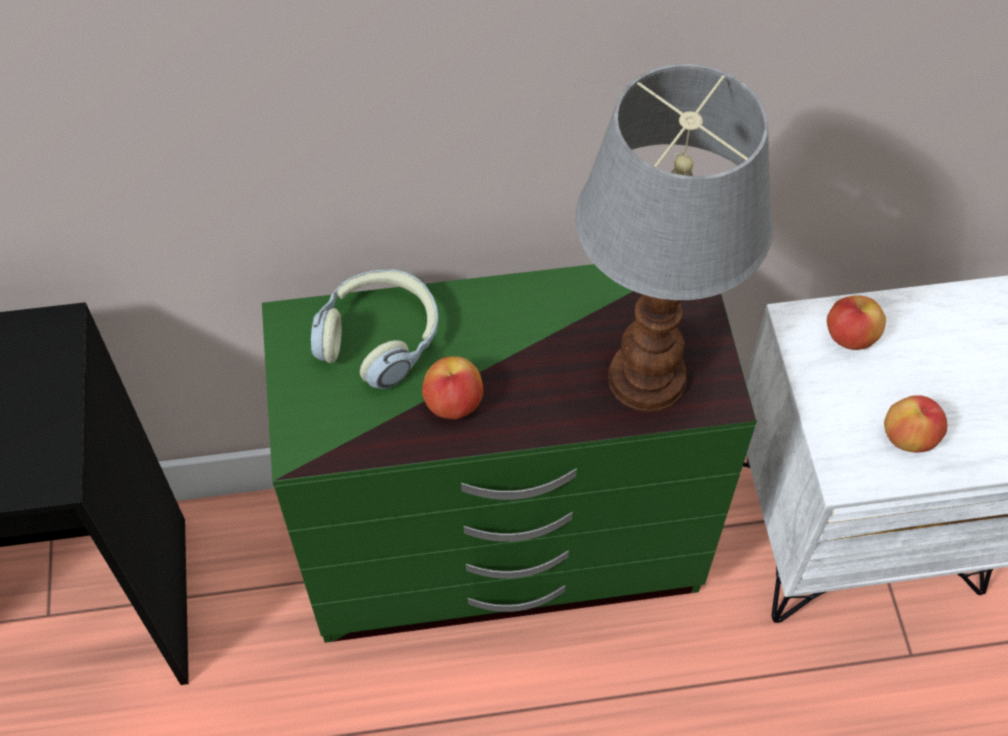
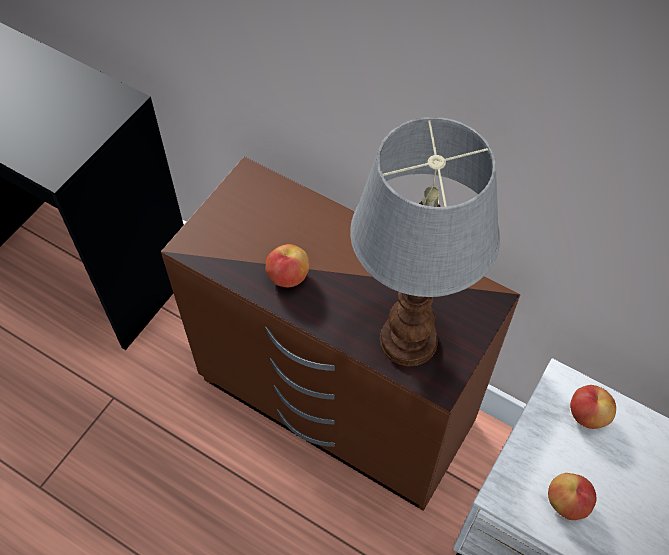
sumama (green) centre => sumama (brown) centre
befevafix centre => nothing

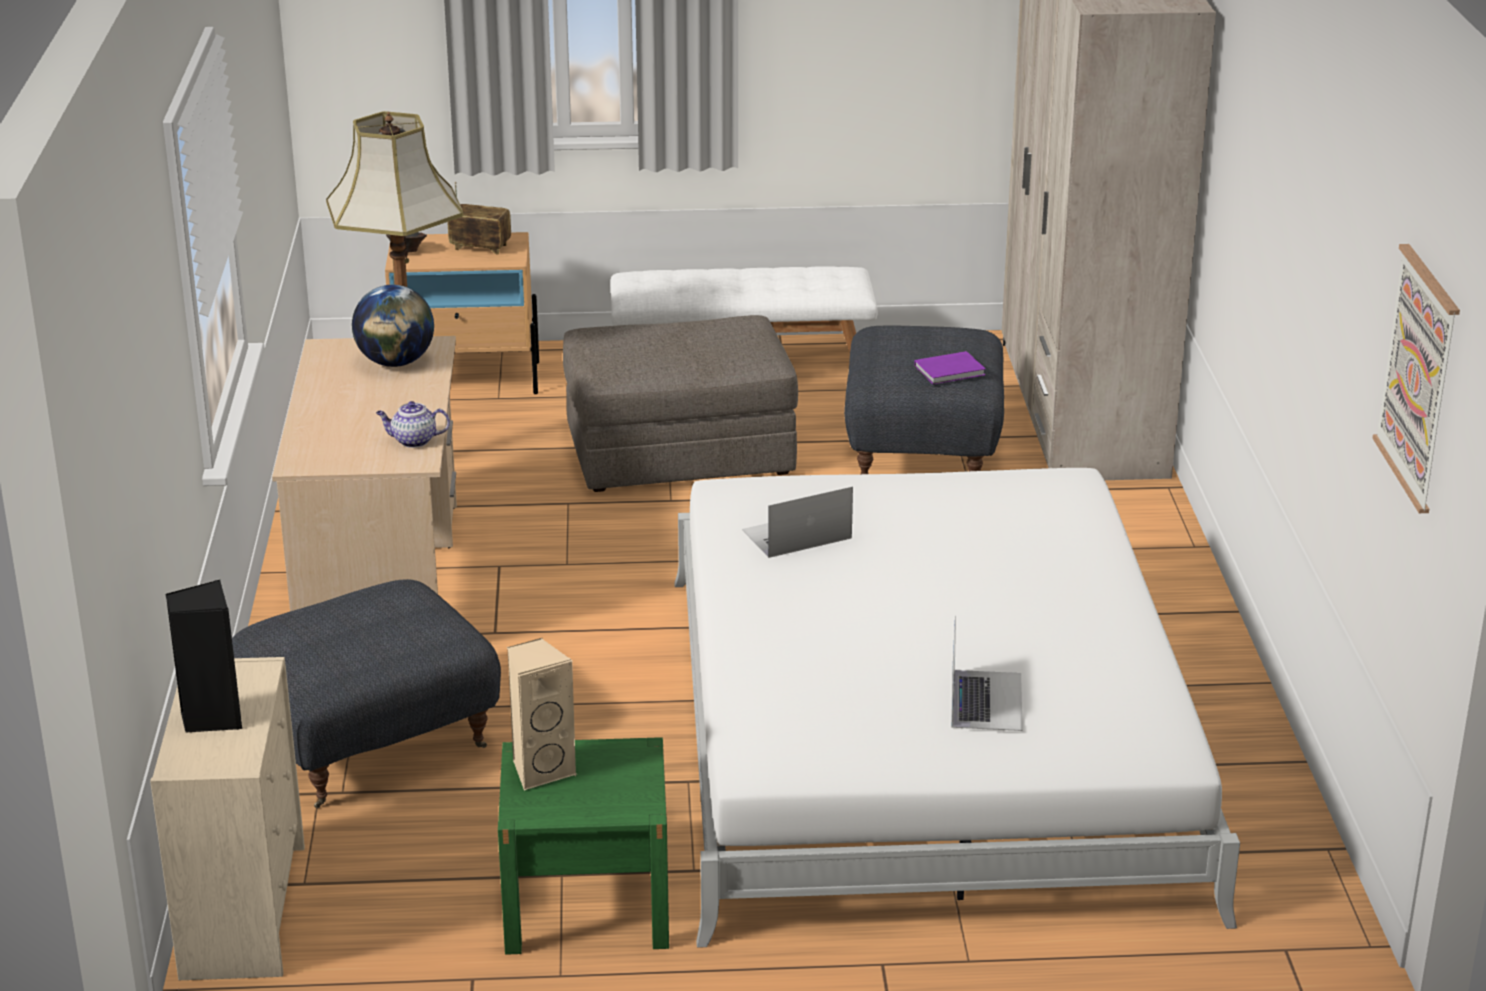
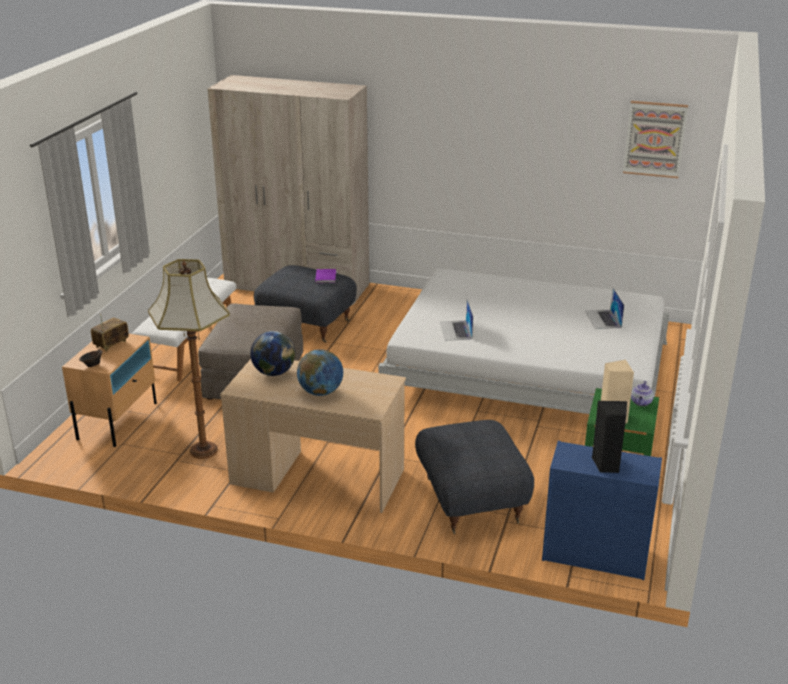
nothing => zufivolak (no. 2 from left) centre
sumama (beige) bottom left => sumama (blue) bottom right
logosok (no. 2 from left) bottom centre => logosok (no. 2 from left) middle right, 120 degrees counterclockwise
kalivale middle left => kalivale middle right, shifted

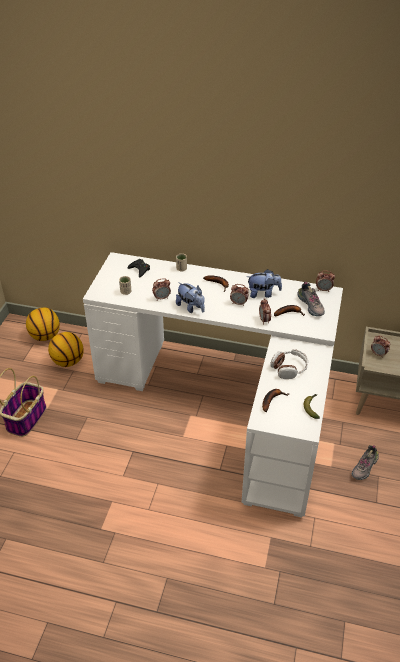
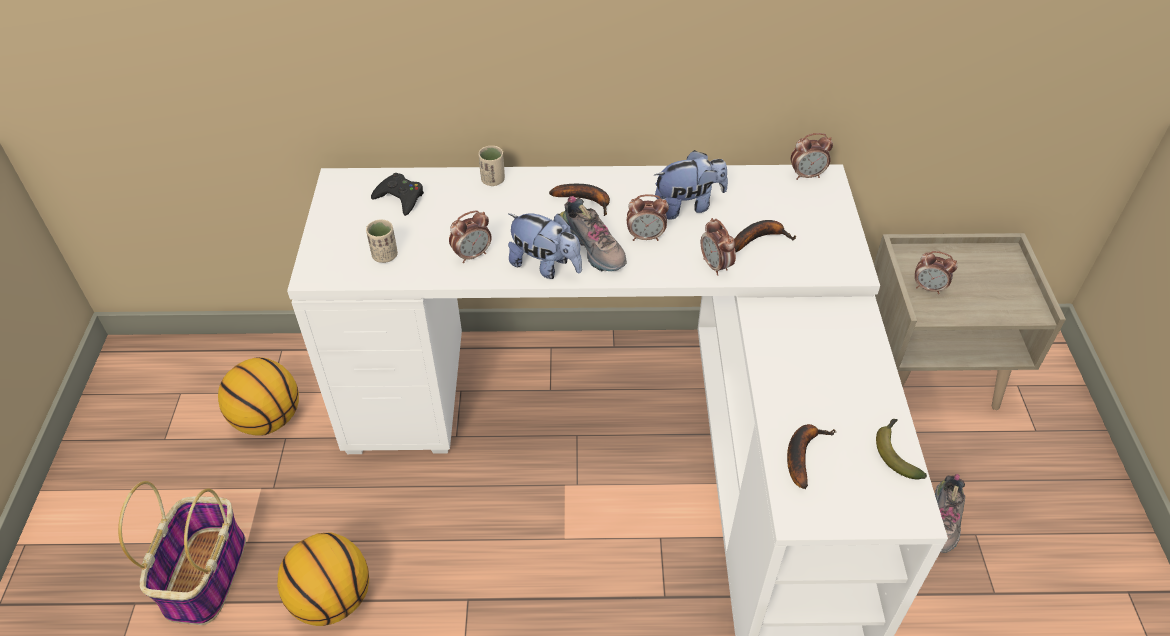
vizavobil (no. 1 from left in the first image) middle left => vizavobil (no. 2 from left) bottom left, shifted
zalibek (no. 1 from left) middle right => zalibek (no. 1 from left) centre, shifted
befevafix middle right => nothing

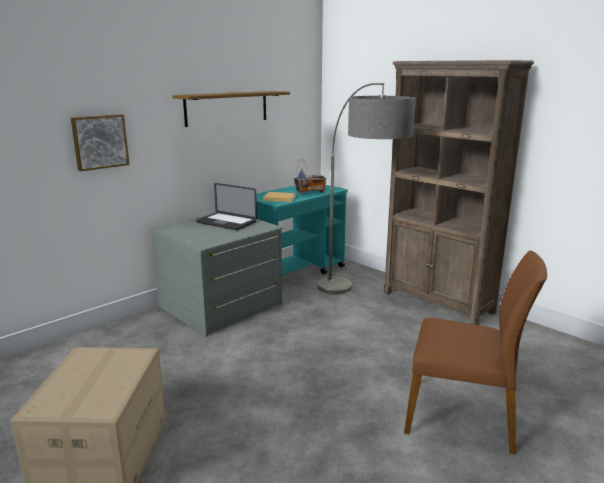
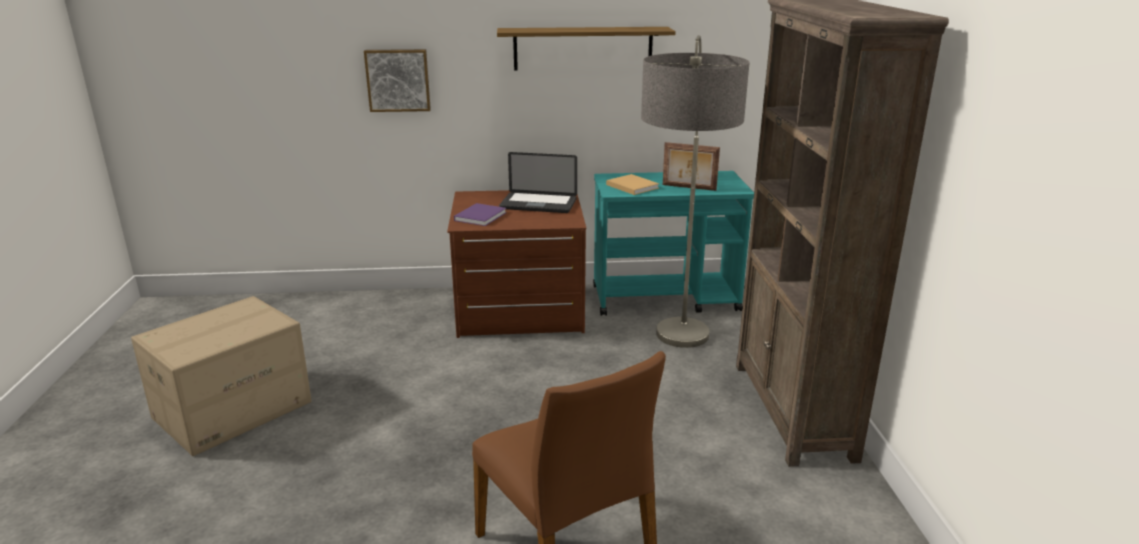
sumama (grey) centre => sumama (brown) centre
nothing => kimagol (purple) centre
logosok centre, 60 degrees counterclockwise
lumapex centre => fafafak top centre

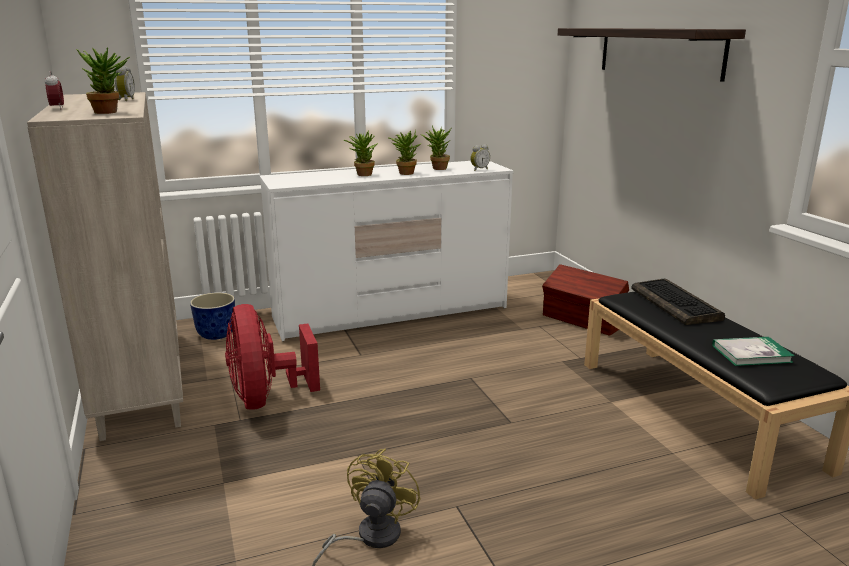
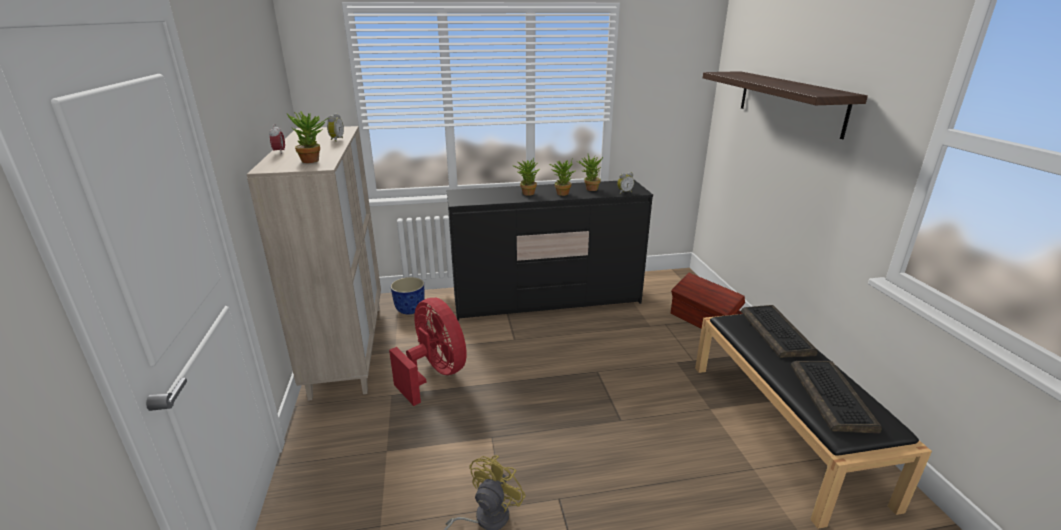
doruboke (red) middle left => doruboke (red) centre, 150 degrees clockwise
sumama (white) centre => sumama (black) centre
kimagol middle right => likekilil (no. 2 from left) bottom right

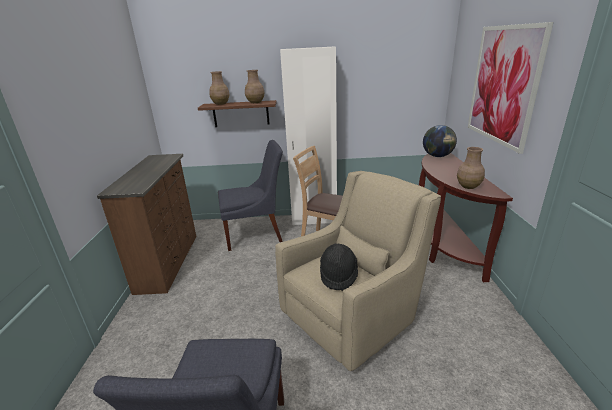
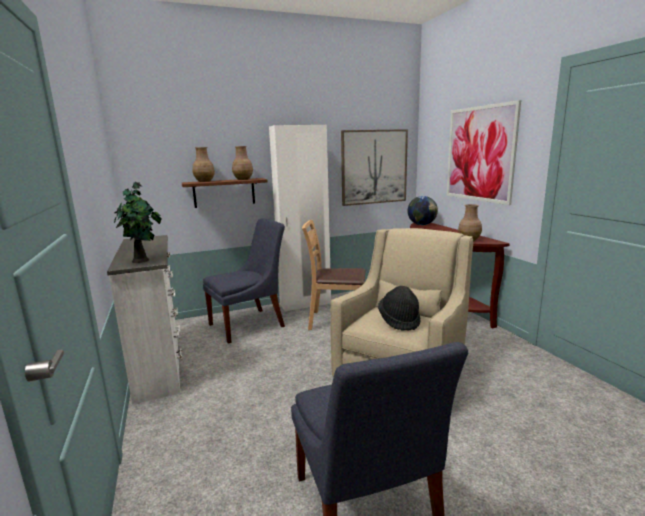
sumama (brown) middle left => sumama (white) middle left
nothing => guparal middle left
nothing => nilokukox (no. 1 from left) top centre

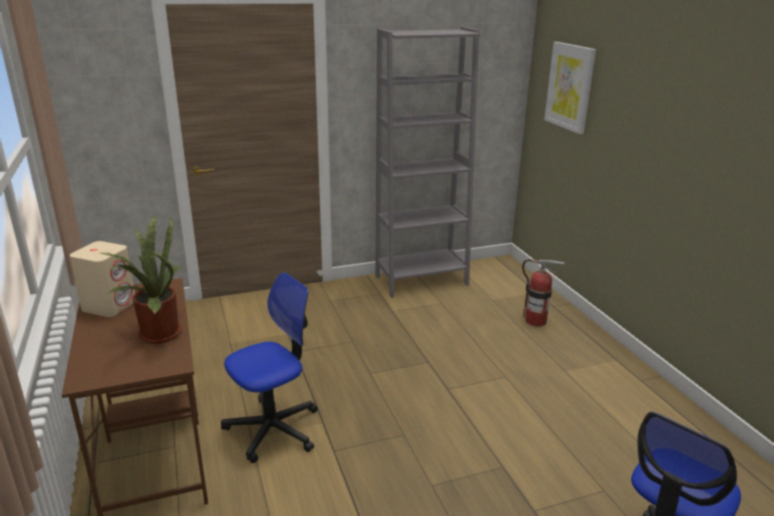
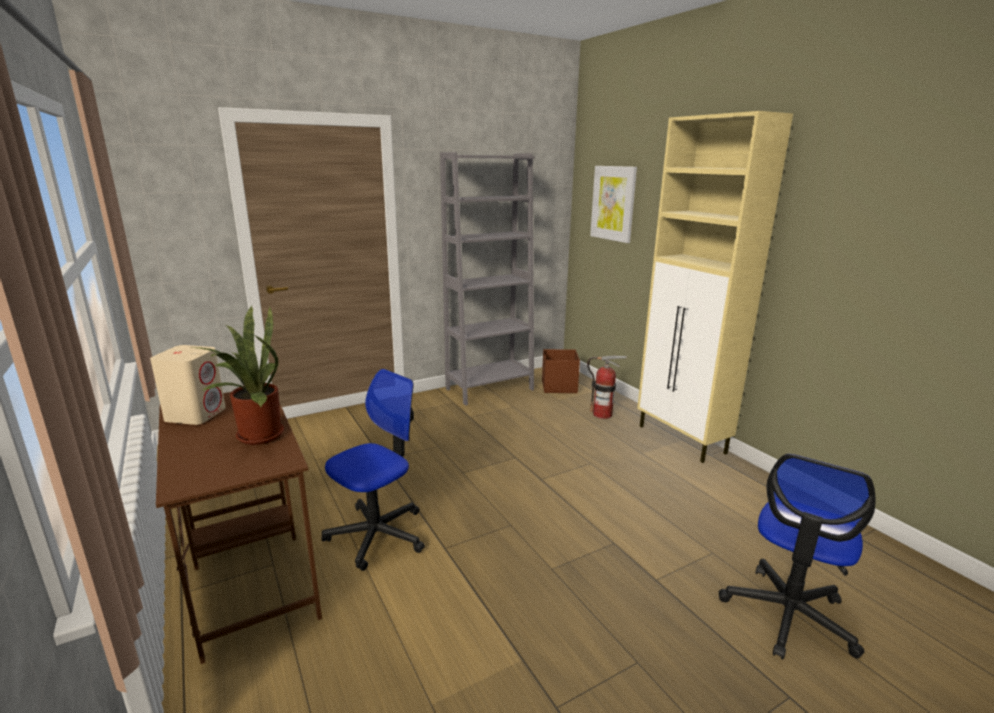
nothing => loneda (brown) centre
nothing => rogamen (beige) middle right

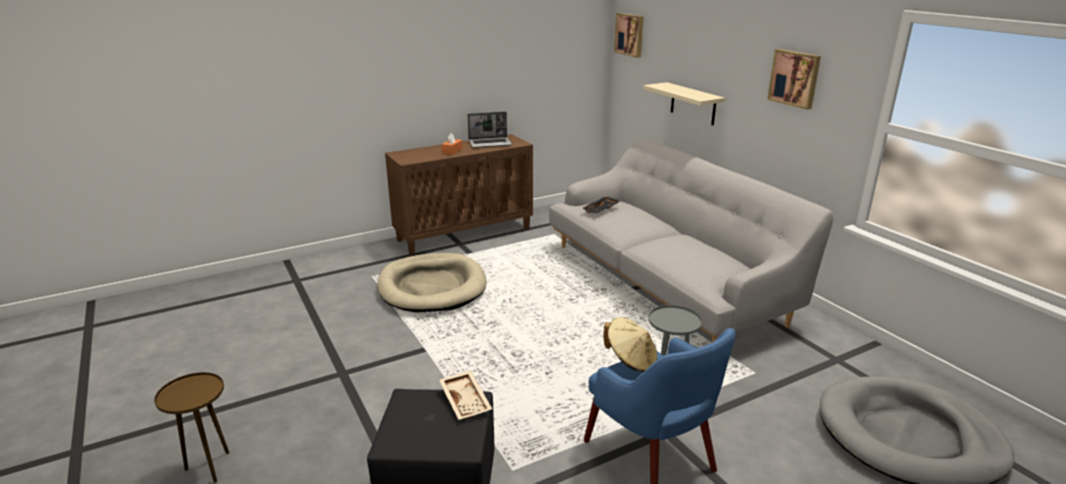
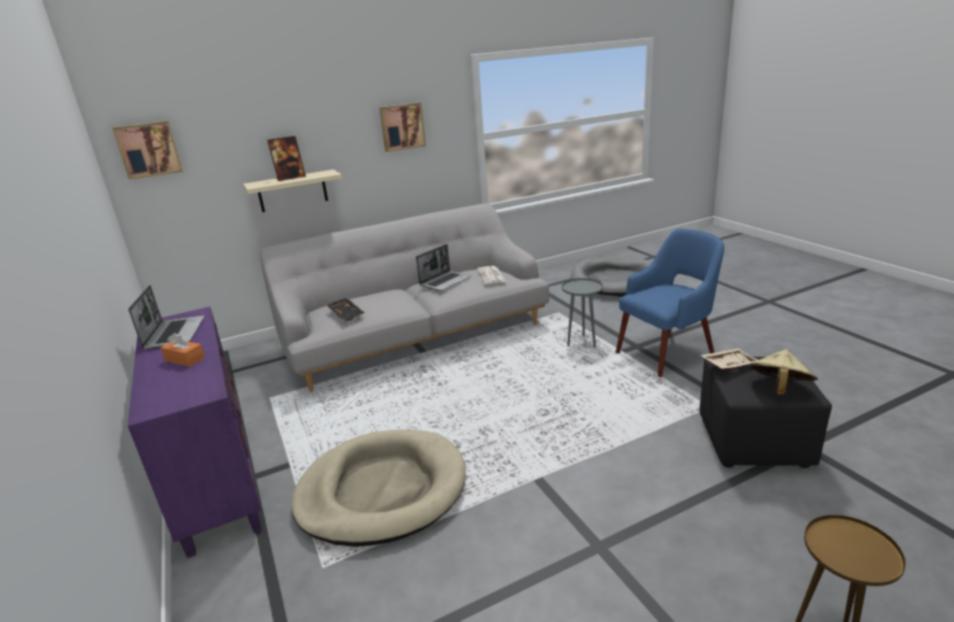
rogamen (brown) centre => rogamen (purple) bottom left
nothing => fafafak top left
nothing => logosok (no. 2 from left) centre
nothing => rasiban centre
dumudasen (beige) bottom centre => dumudasen (beige) middle right, shifted

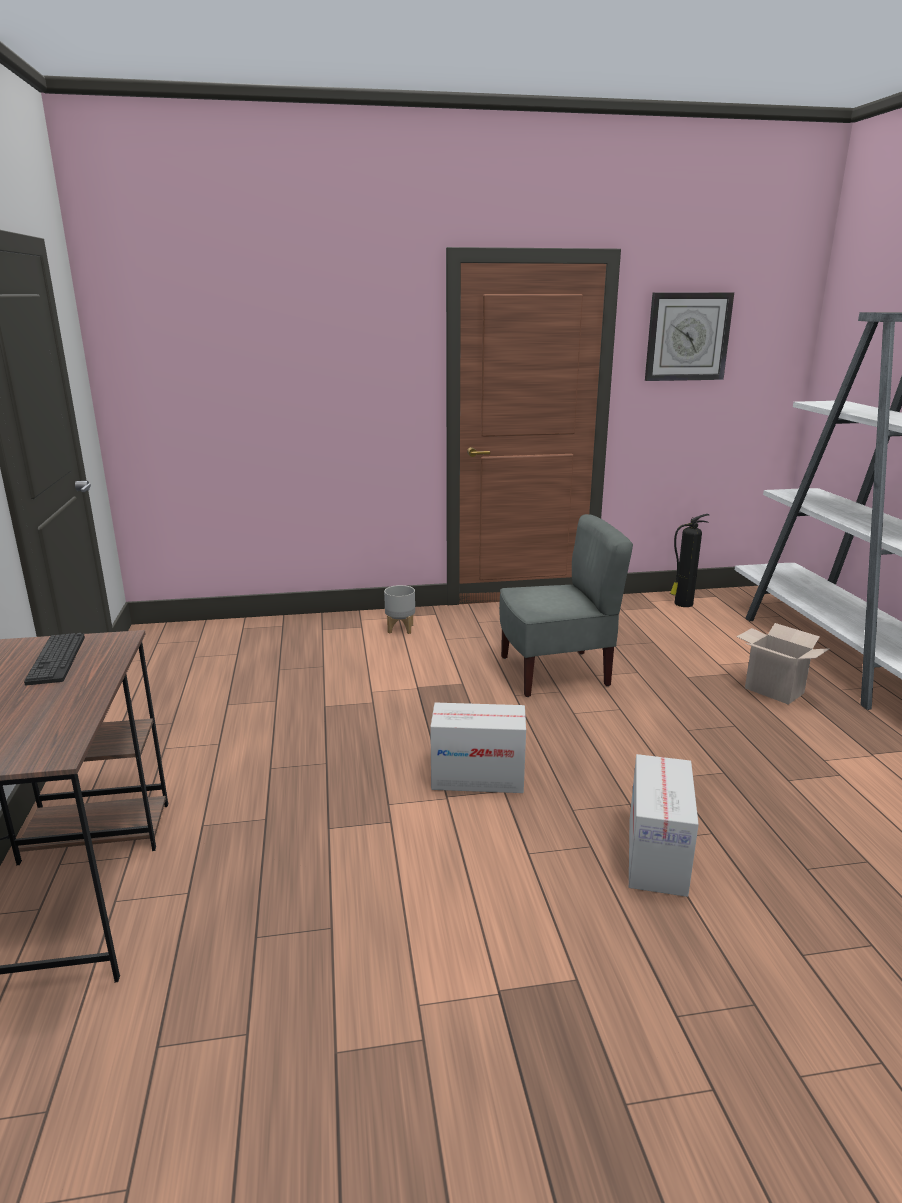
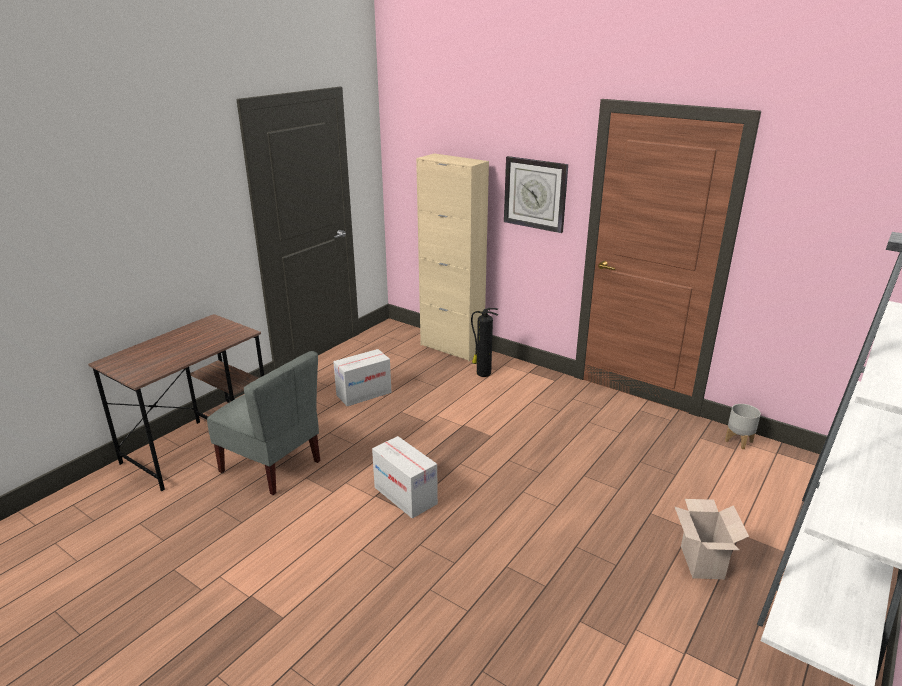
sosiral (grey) centre => sosiral (grey) middle left, shifted
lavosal (no. 2 from left in the first image) bottom right => lavosal (no. 1 from left) centre, shifted
nothing => rogamen (beige) centre
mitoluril middle right => mitoluril centre, shifted
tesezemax top right => tesezemax top centre, shifted
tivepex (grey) centre => tivepex (grey) middle right, shifted
likekilil middle left => nothing

